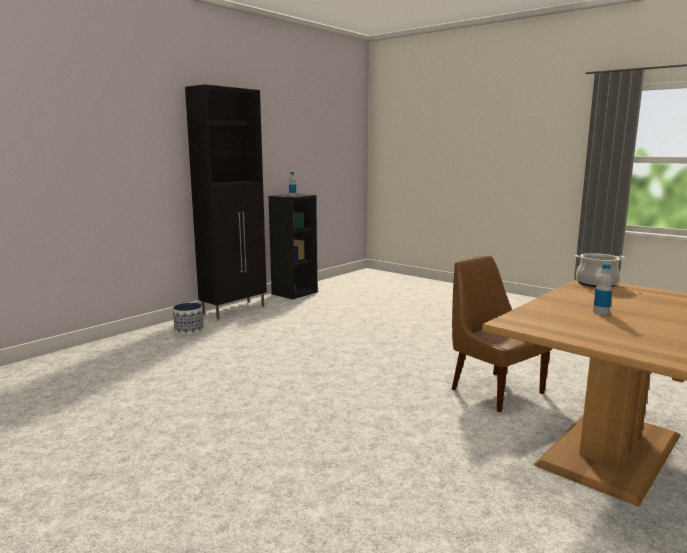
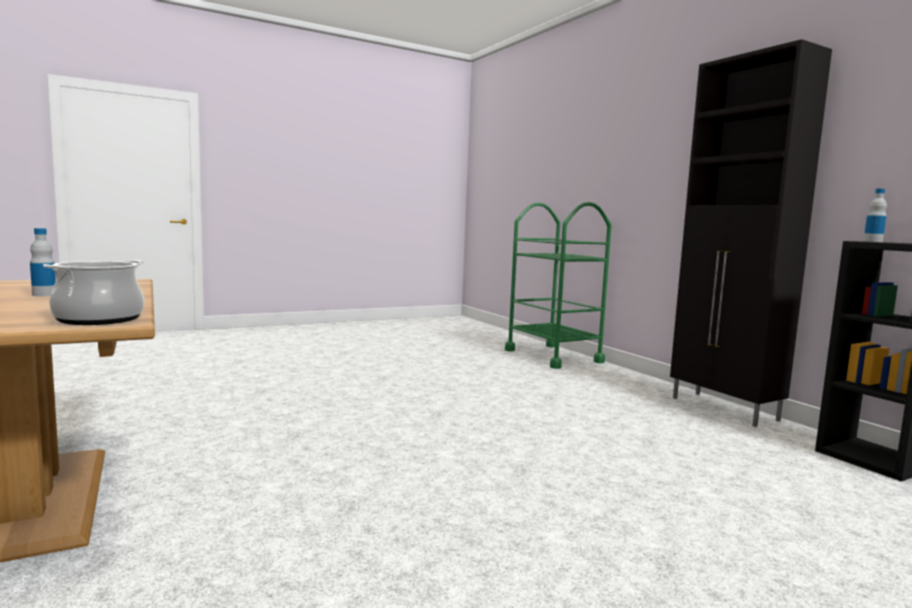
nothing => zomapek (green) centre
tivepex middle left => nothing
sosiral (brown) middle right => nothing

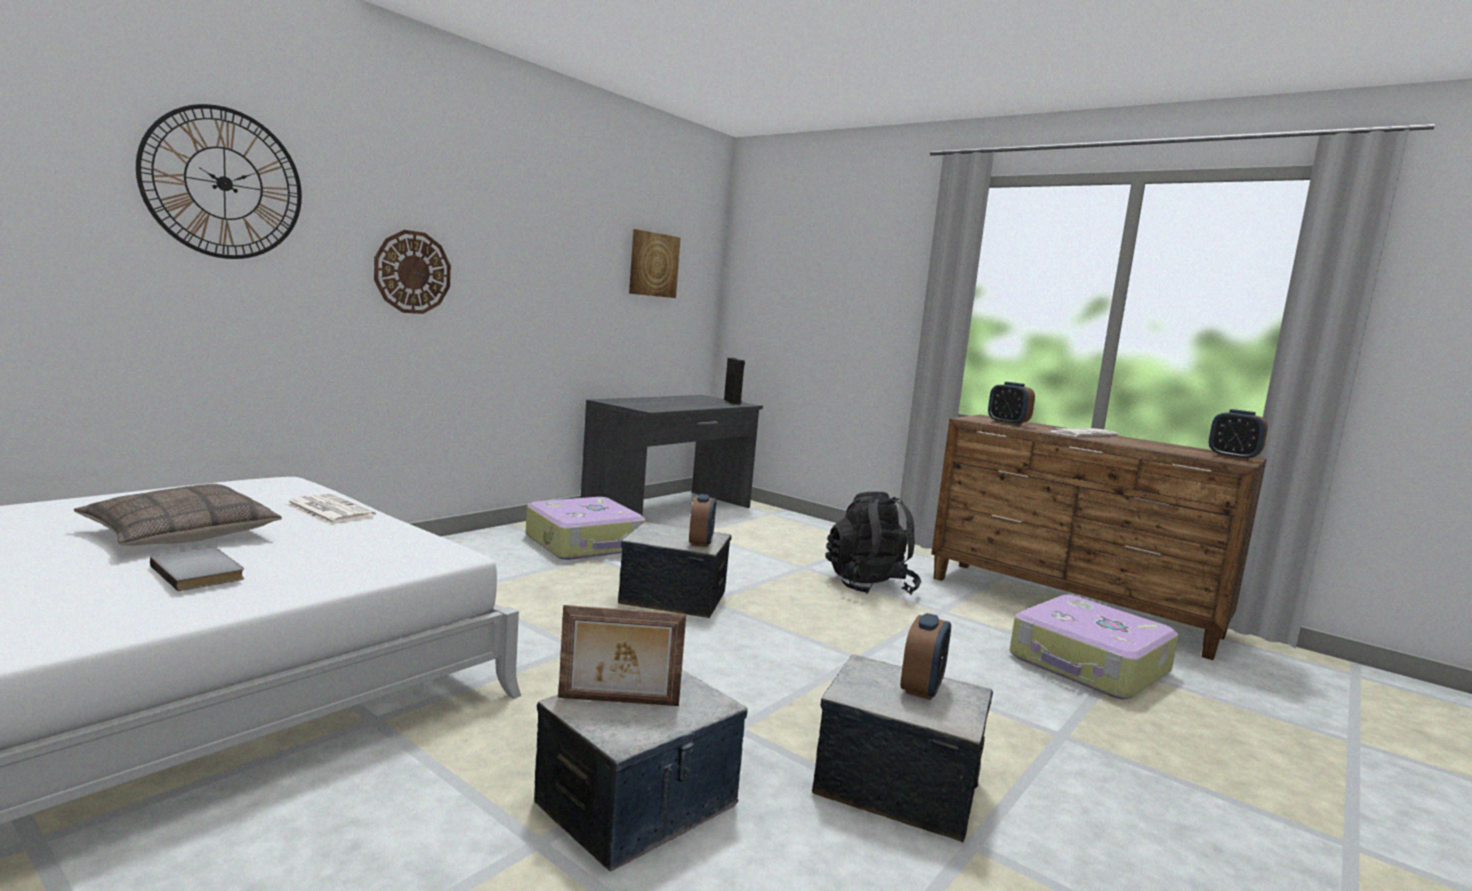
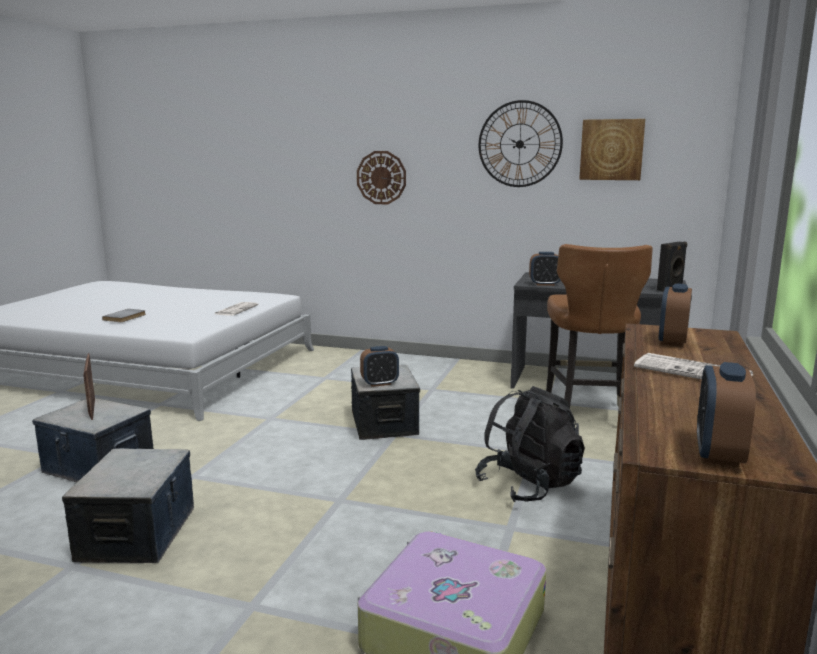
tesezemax (no. 1 from left in the first image) top left => tesezemax (no. 2 from left) top centre, shifted
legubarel (no. 2 from left) bottom centre => legubarel (no. 2 from left) centre, shifted
nothing => sosiral (brown) middle right
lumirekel middle left => nothing
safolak (no. 1 from left) centre => nothing

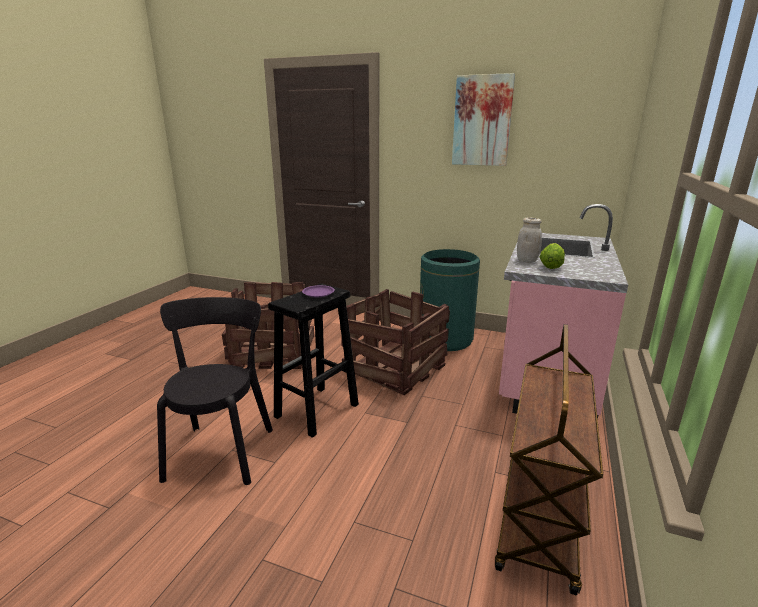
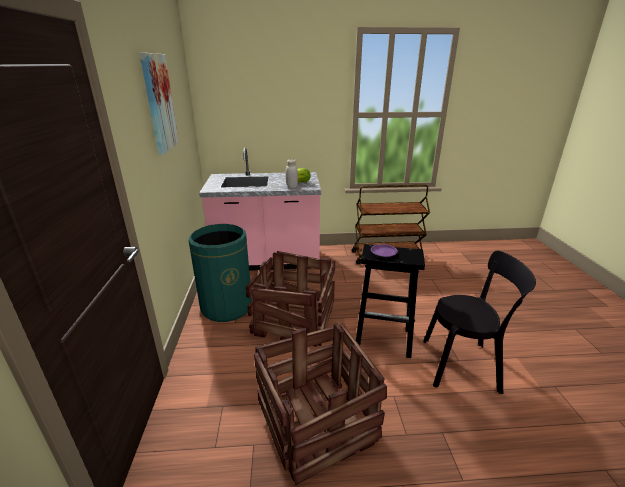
sosiral (black) middle left => sosiral (black) middle right, 150 degrees counterclockwise

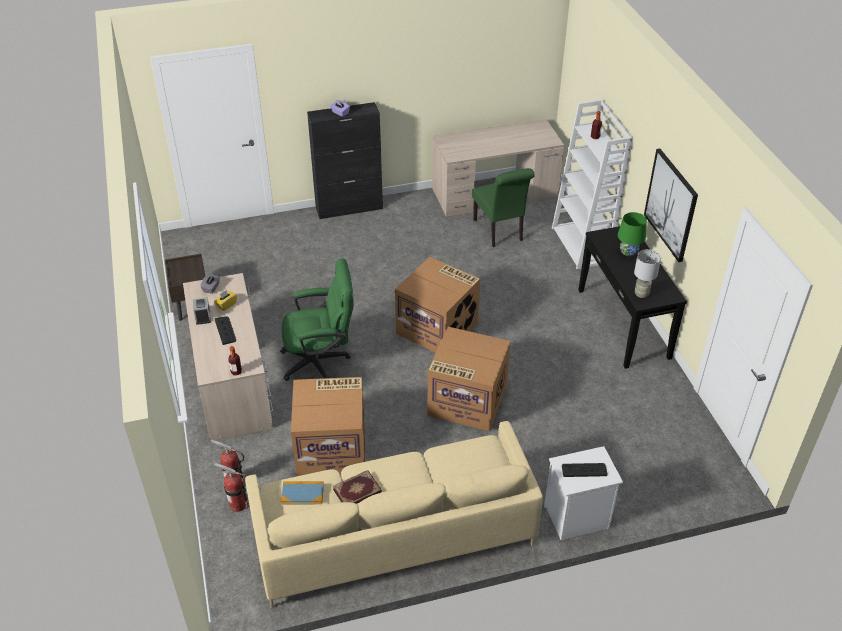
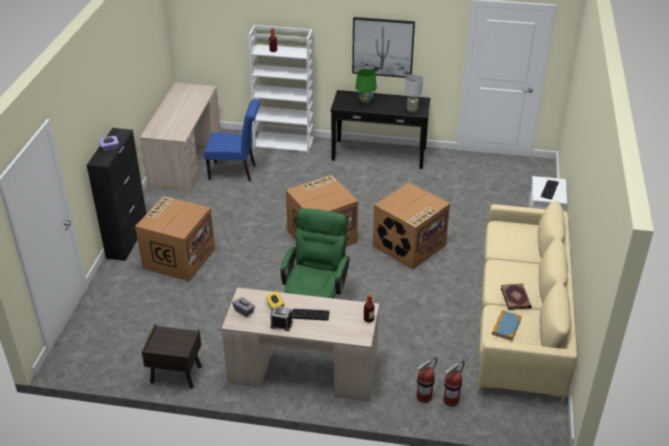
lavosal (no. 1 from left) bottom centre => lavosal (no. 1 from left) middle left, shifted
sosiral (green) top centre => sosiral (blue) top centre

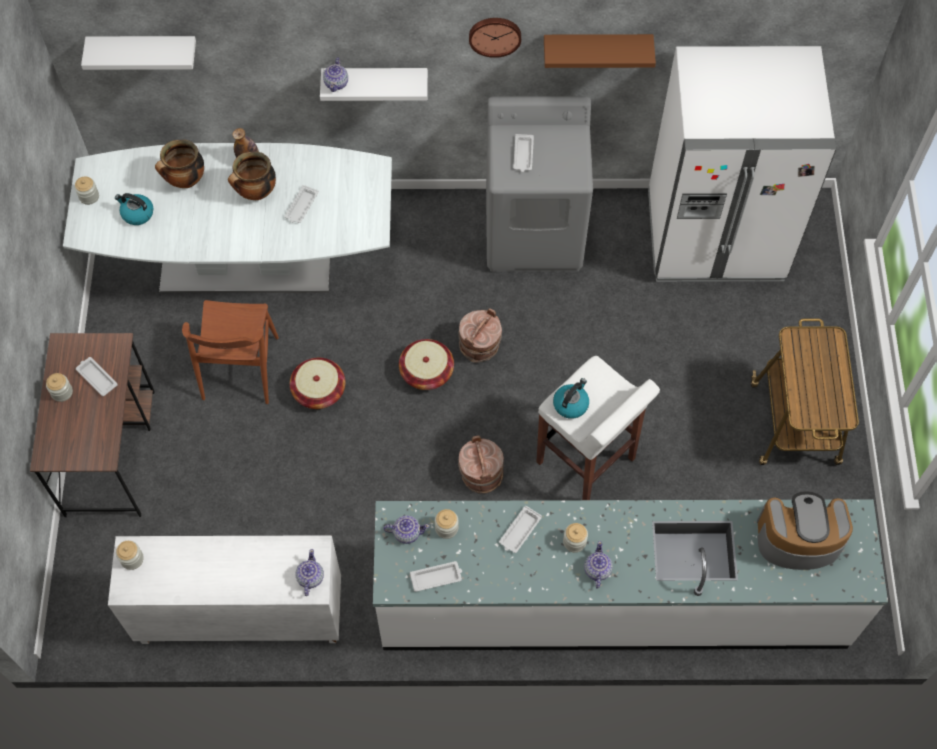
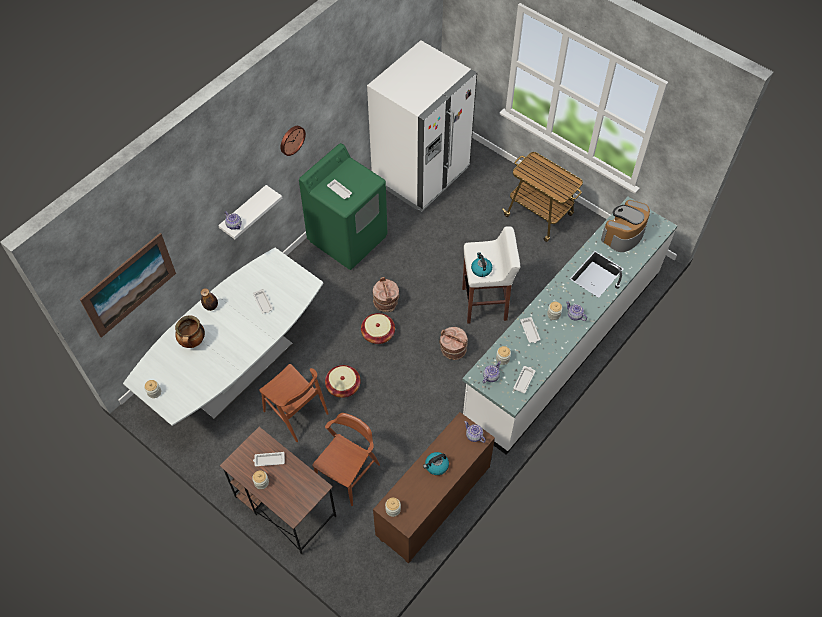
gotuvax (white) (no. 1 from left) top left => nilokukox middle left
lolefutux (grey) top centre => lolefutux (green) centre
nothing => sosiral (brown) (no. 2 from left) bottom centre
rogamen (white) bottom left => rogamen (brown) bottom centre
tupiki (no. 1 from left) top left => tupiki (no. 1 from left) bottom centre, shifted
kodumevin (no. 2 from left) top left => nothing
gotuvax (brown) top centre => nothing

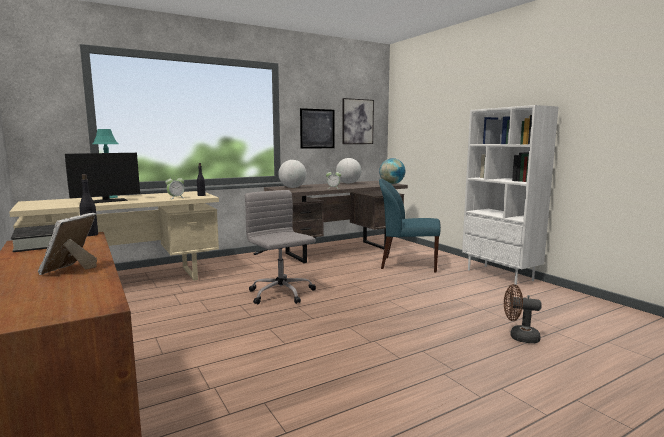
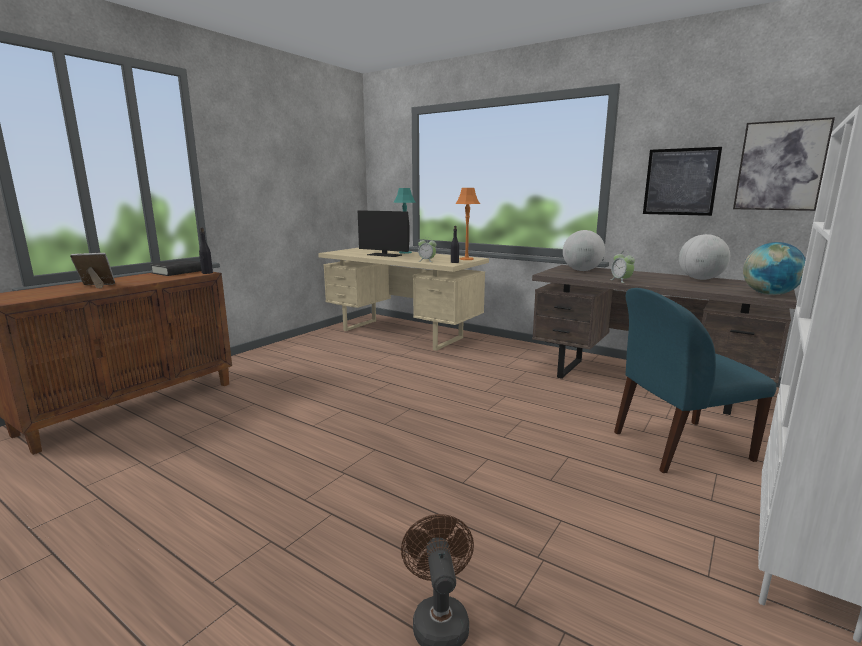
nothing => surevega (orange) centre
sosiral (blue) centre => sosiral (blue) middle right, 90 degrees counterclockwise
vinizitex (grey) centre => nothing

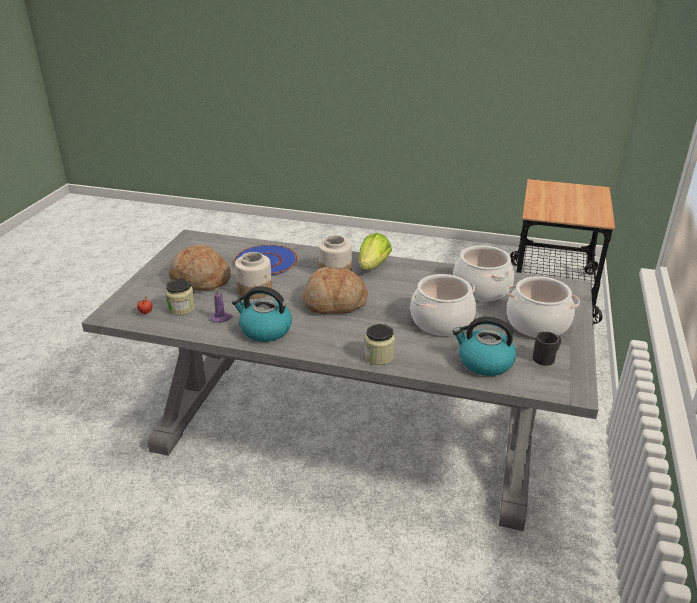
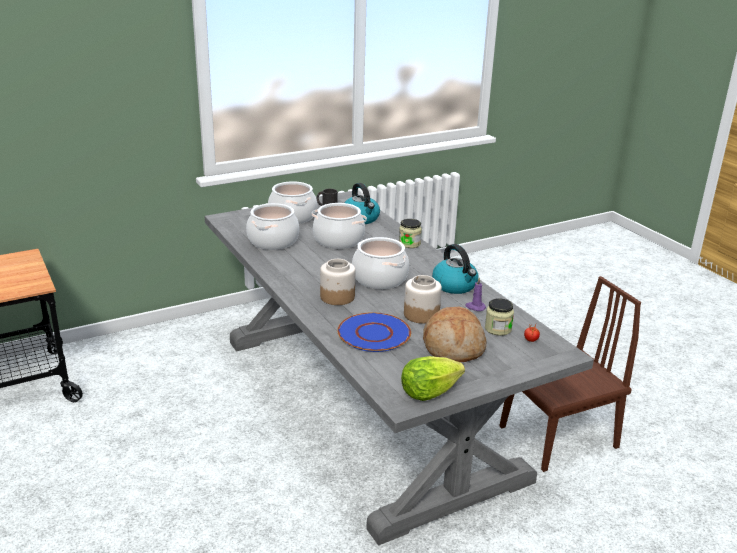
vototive (no. 2 from left) centre => kodumevin (no. 4 from left) centre
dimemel centre => dimemel bottom centre, shifted
nothing => sosiral (brown) bottom right

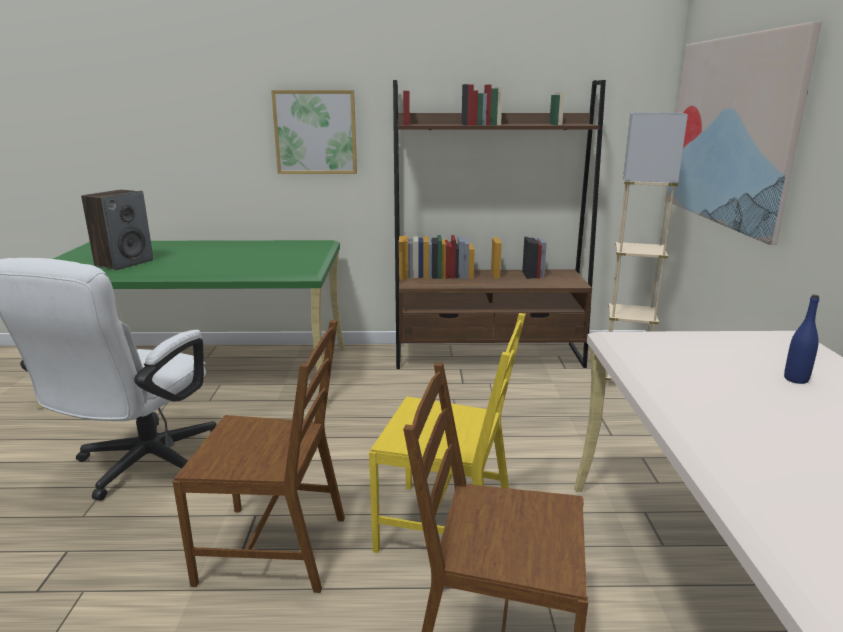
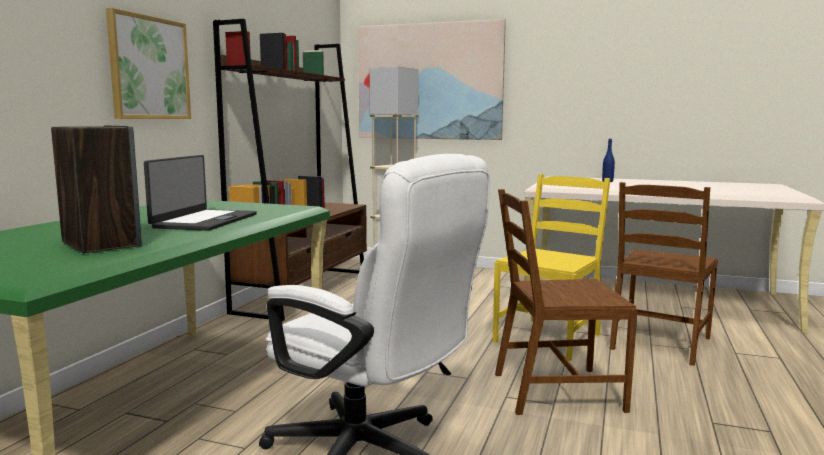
nothing => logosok middle left
sosiral (brown) (no. 1 from left) bottom left => sosiral (brown) (no. 1 from left) middle right, 120 degrees counterclockwise

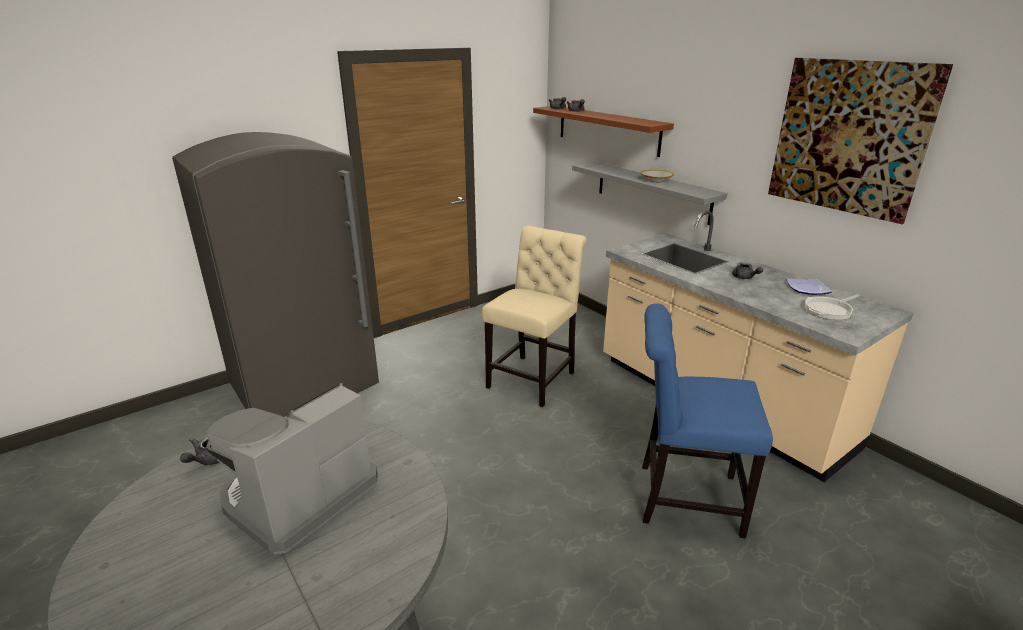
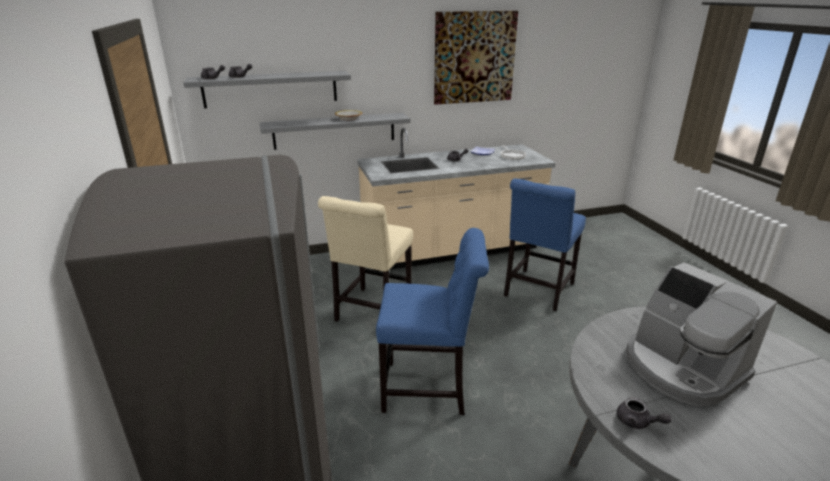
gotuvax (brown) top centre => gotuvax (grey) (no. 1 from left) top left
sosiral (beige) centre, 120 degrees counterclockwise
nothing => sosiral (blue) (no. 1 from left) bottom centre

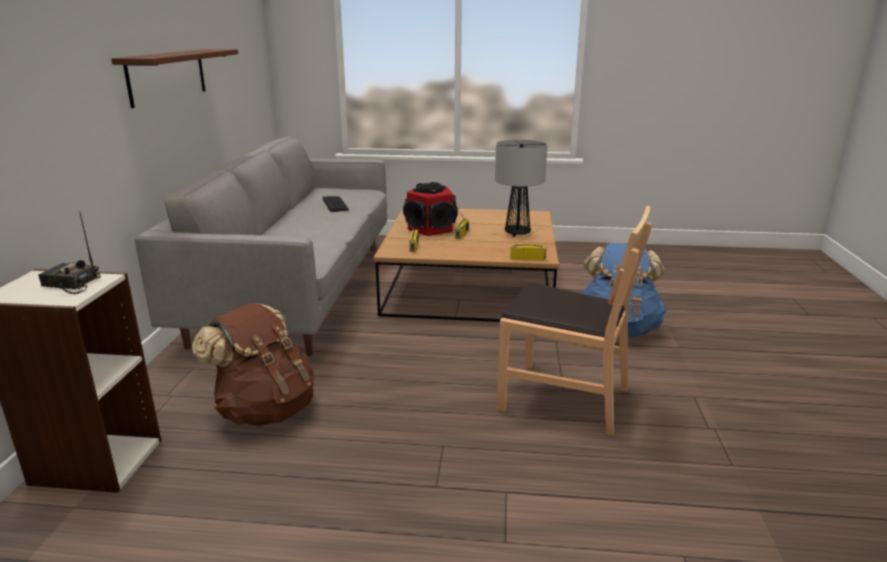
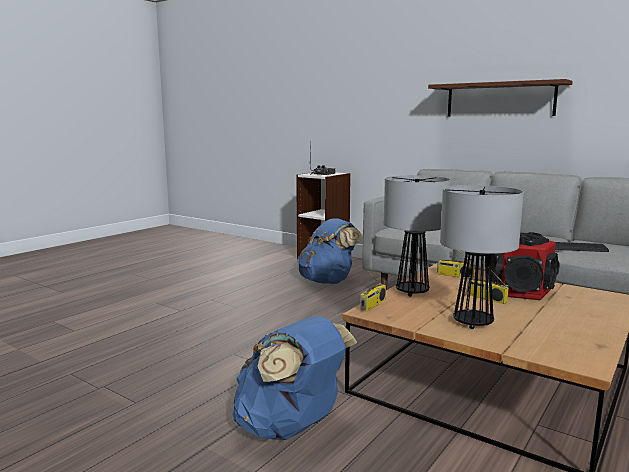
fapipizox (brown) middle left => fapipizox (blue) (no. 2 from left) centre
nothing => surevega (no. 1 from left) centre
sosiral (brown) centre => nothing

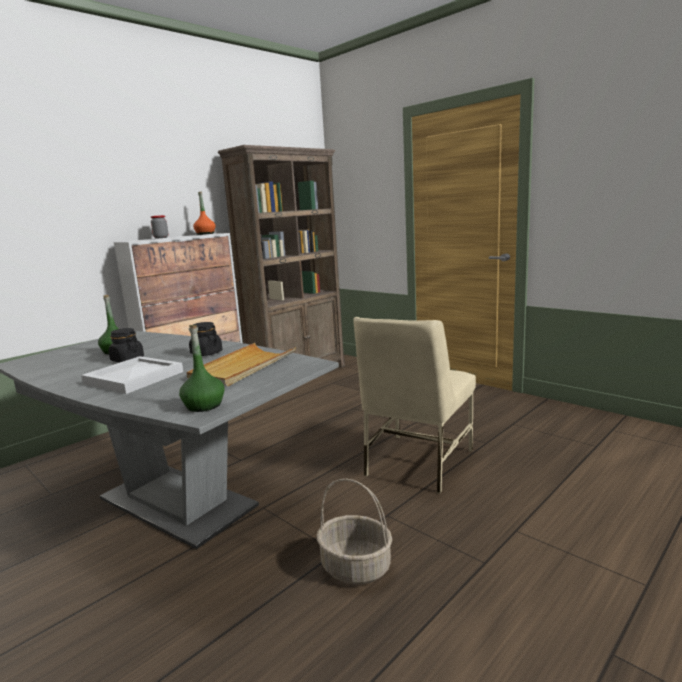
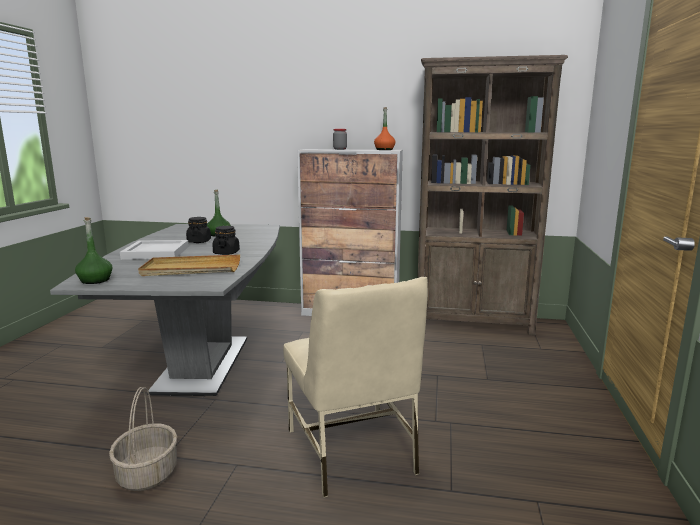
sosiral (beige) centre => sosiral (beige) bottom centre, 105 degrees counterclockwise

